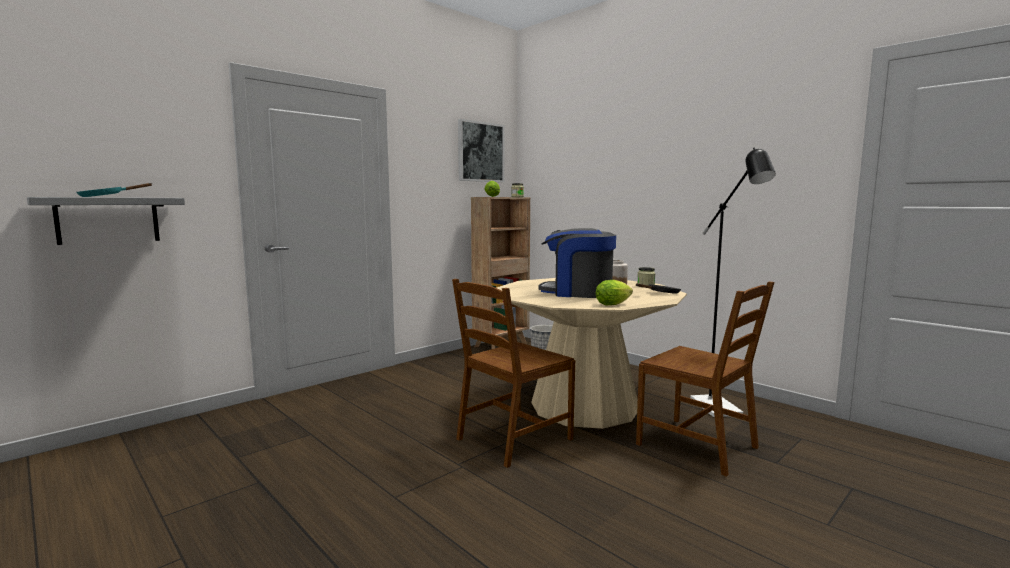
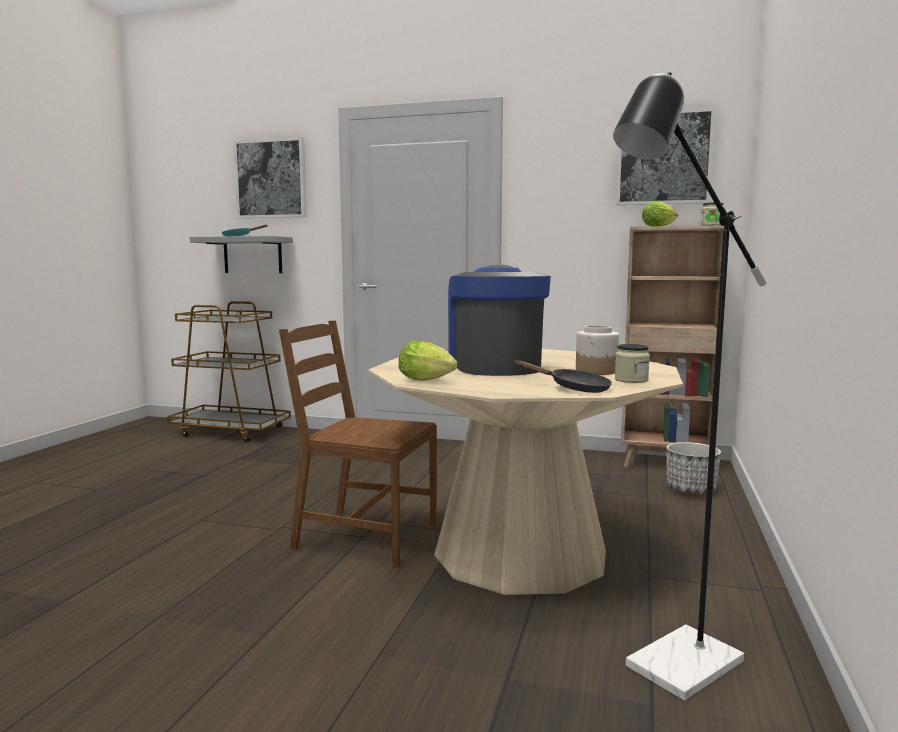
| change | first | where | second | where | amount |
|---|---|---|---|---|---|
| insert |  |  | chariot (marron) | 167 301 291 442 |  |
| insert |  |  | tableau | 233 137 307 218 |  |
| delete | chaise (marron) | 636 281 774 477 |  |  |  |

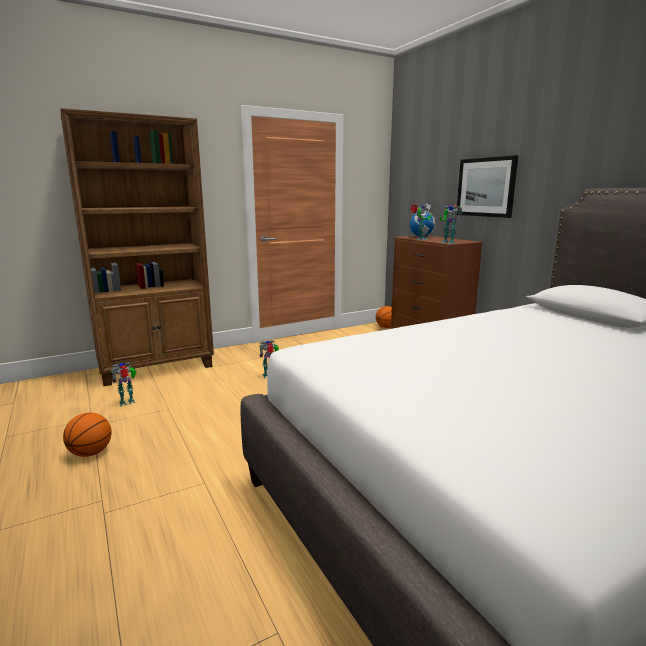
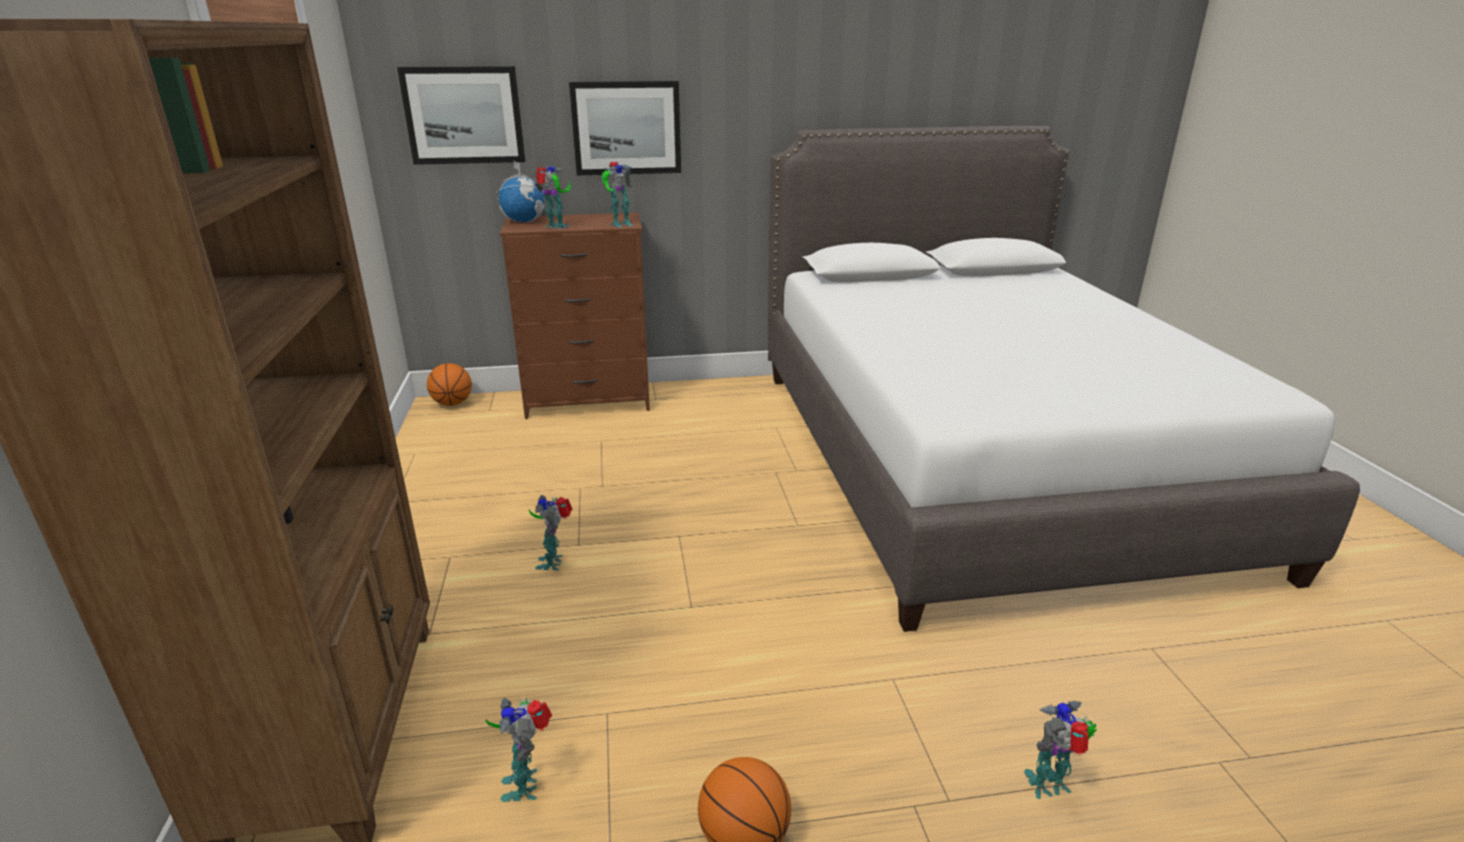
| change | first | where | second | where | amount |
|---|---|---|---|---|---|
| insert |  |  | tableau | 397 66 525 165 |  |
| insert |  |  | robot jouet | 1024 701 1097 799 |  |

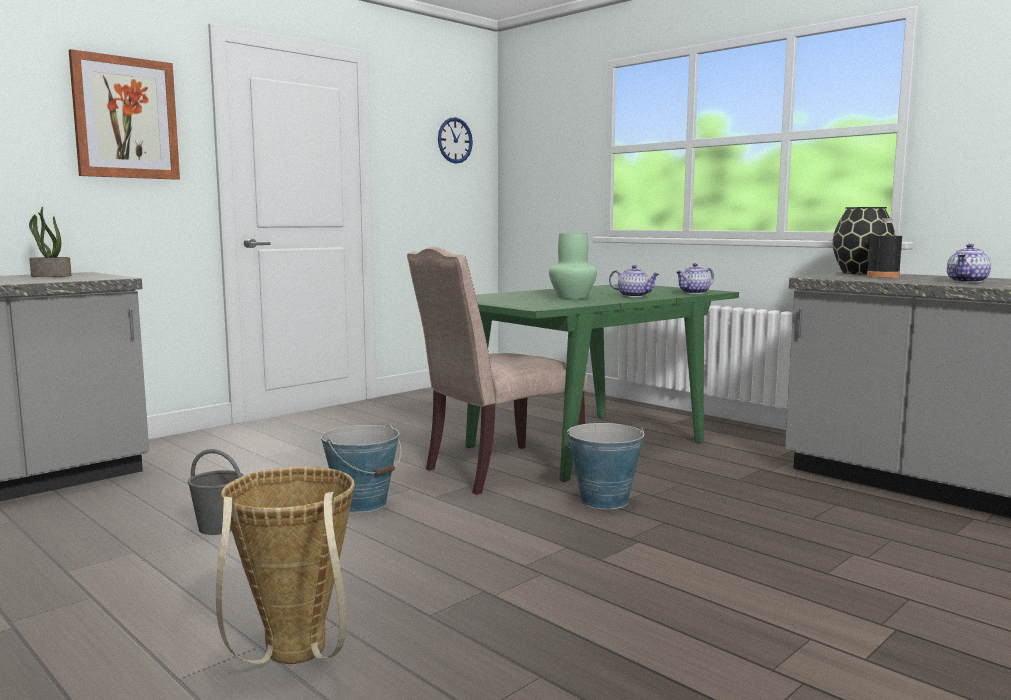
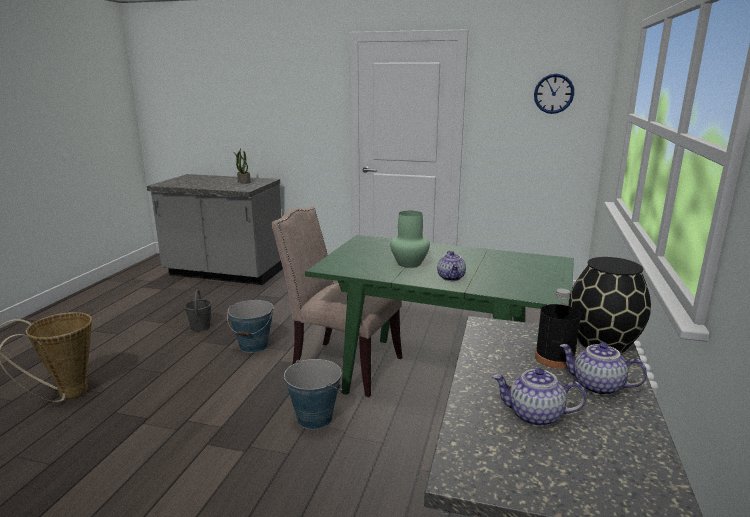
| change | first | where | second | where | amount |
|---|---|---|---|---|---|
| move | théière | 676 263 714 294 |  | 559 342 647 396 |  |
| delete | tableau | 69 49 180 180 |  |  |  |

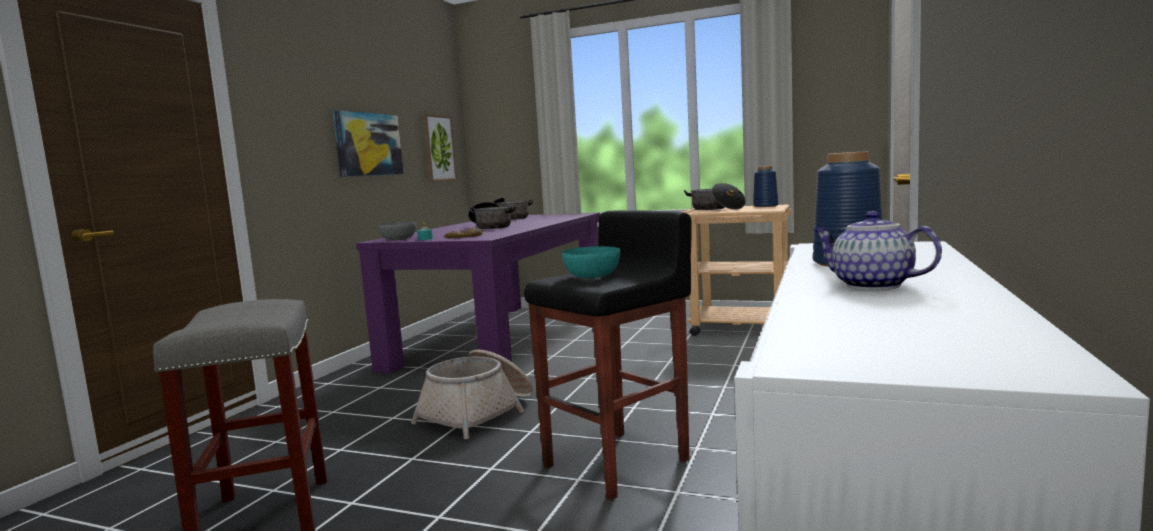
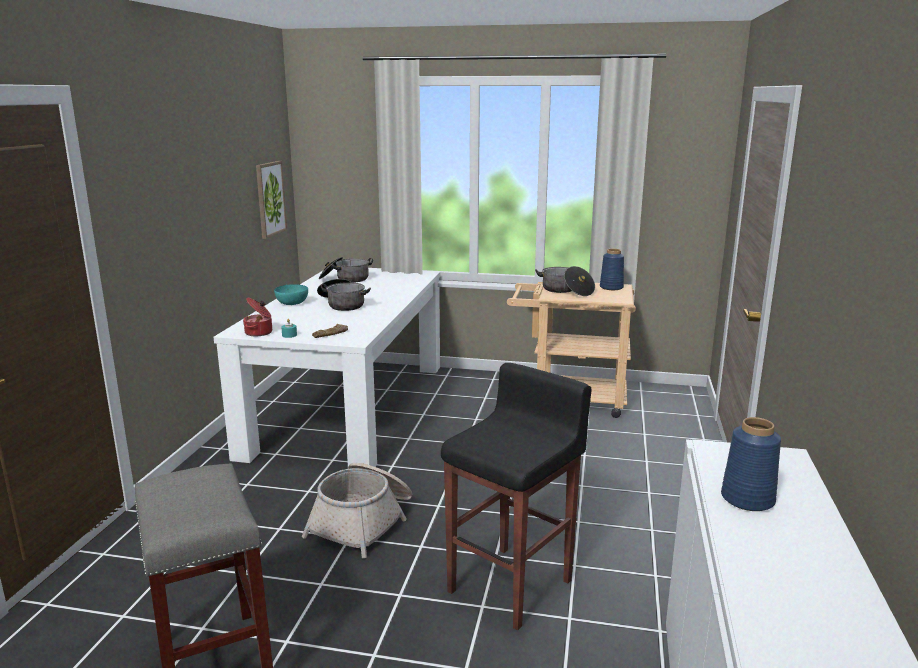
| change | first | where | second | where | amount |
|---|---|---|---|---|---|
| recolor | table à manger (violet) | 356 212 600 374 | table à manger (blanc) | 213 268 440 467 |  |
| replace | bol (gris) | 378 221 416 241 | marmite | 243 298 272 336 |  |
| move | bol (turquoise) | 562 246 620 278 |  | 274 284 308 305 |  |
| delete | tableau | 333 110 404 177 |  |  |  |
| delete | théière | 813 211 942 290 |  |  |  |

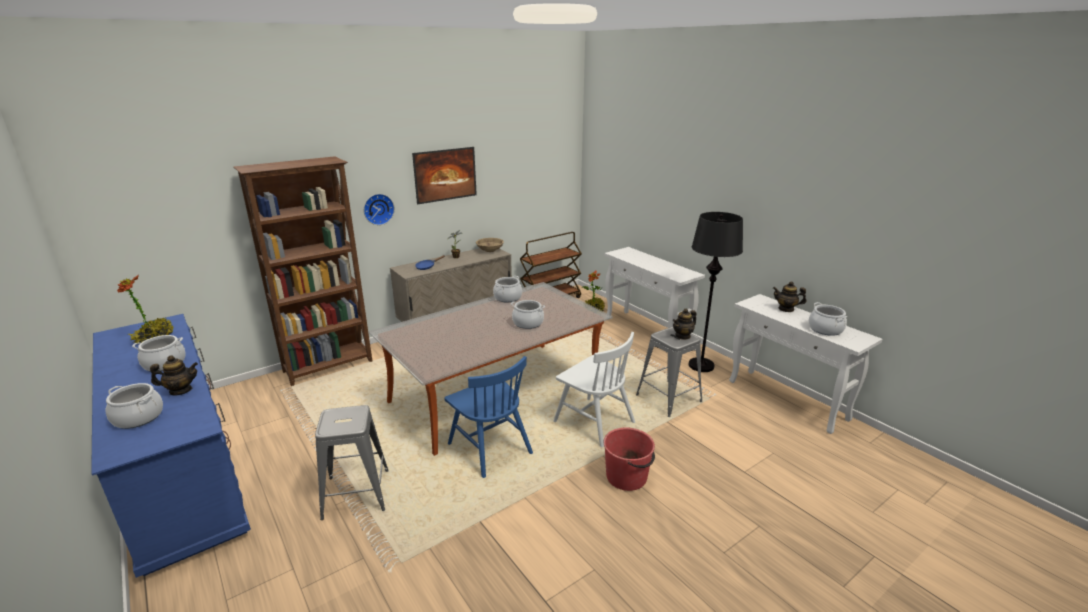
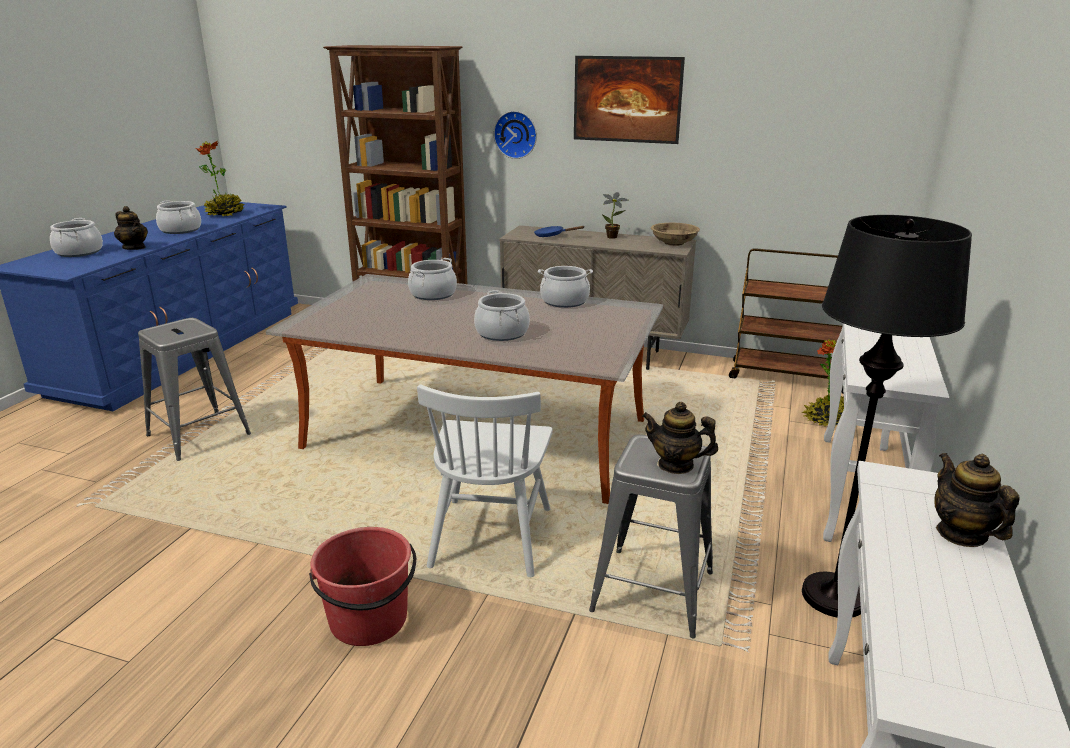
| change | first | where | second | where | amount |
|---|---|---|---|---|---|
| move | marmite | 808 302 847 336 |  | 408 258 457 300 |  |
| delete | chaise (bleu) | 444 356 533 478 |  |  |  |

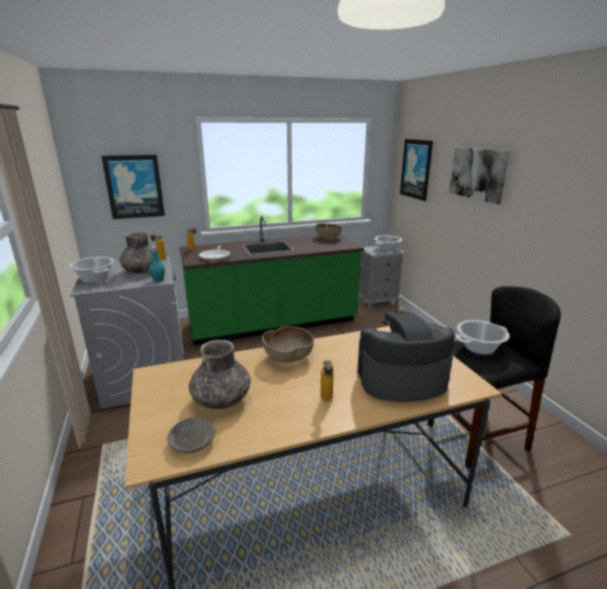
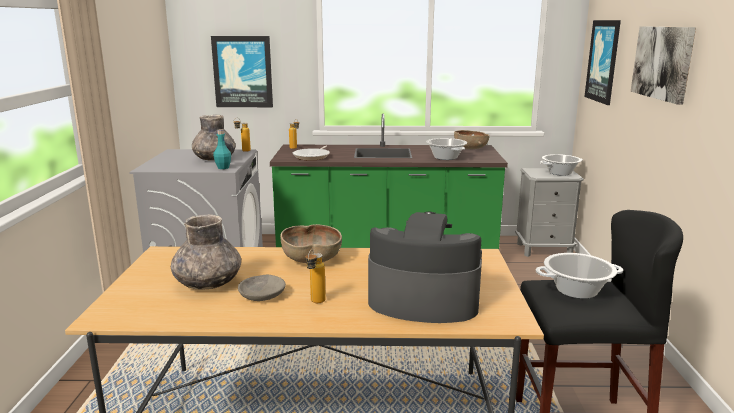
| change | first | where | second | where | amount |
|---|---|---|---|---|---|
| move | bol (gris) | 167 417 215 454 |  | 238 275 286 301 |  |
| move | marmite | 68 257 115 282 |  | 426 138 467 160 |  |

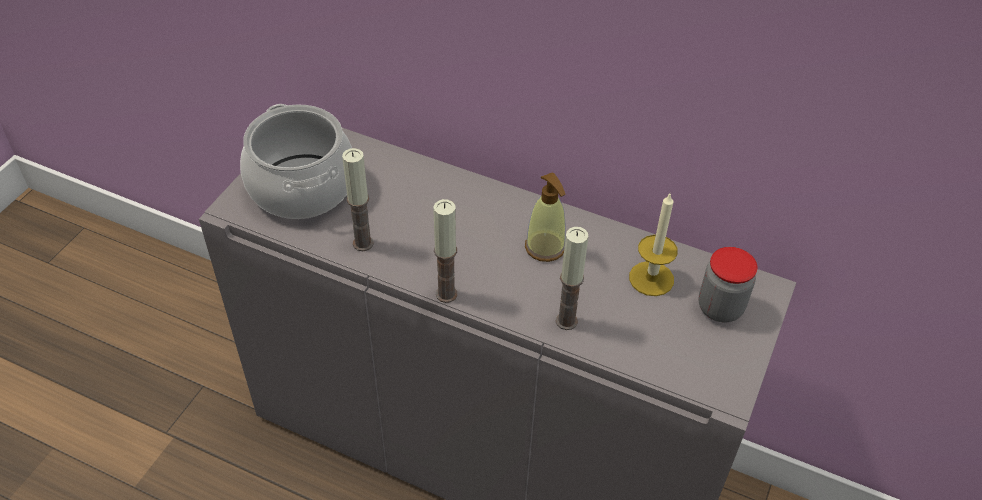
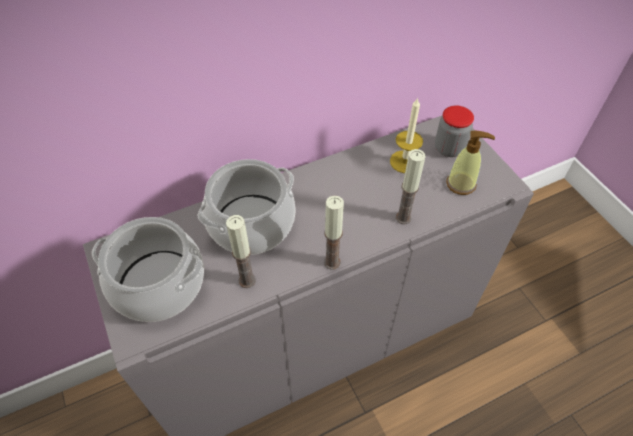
| change | first | where | second | where | amount |
|---|---|---|---|---|---|
| insert |  |  | marmite | 197 159 295 255 |  |
| move | distributeur de savon | 525 172 566 262 |  | 446 131 495 195 |  |

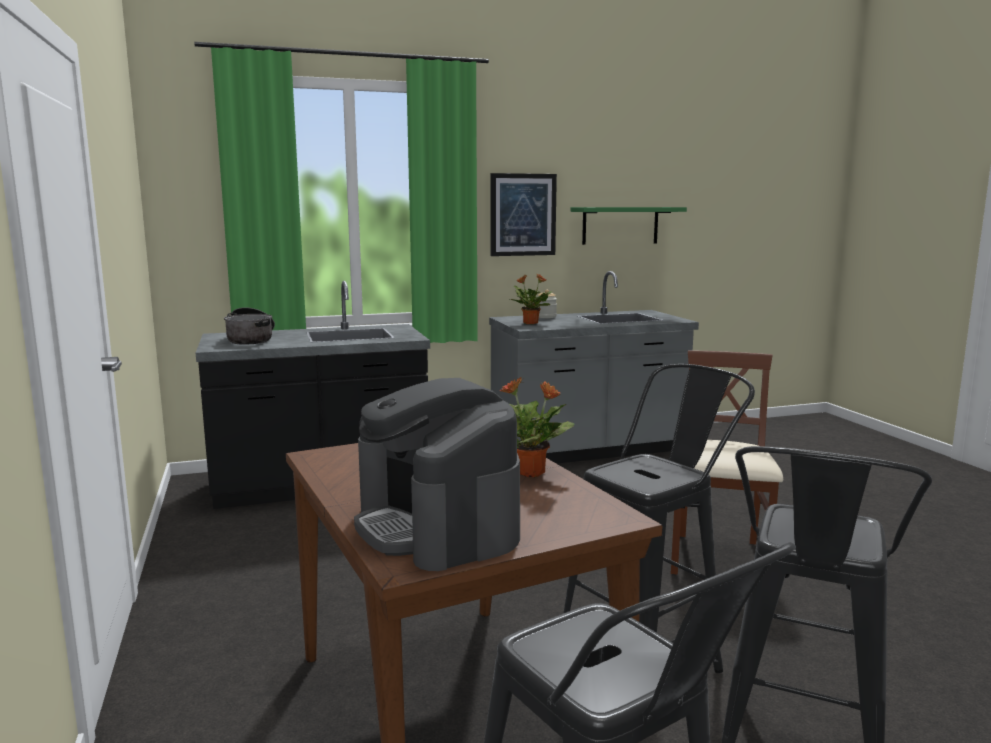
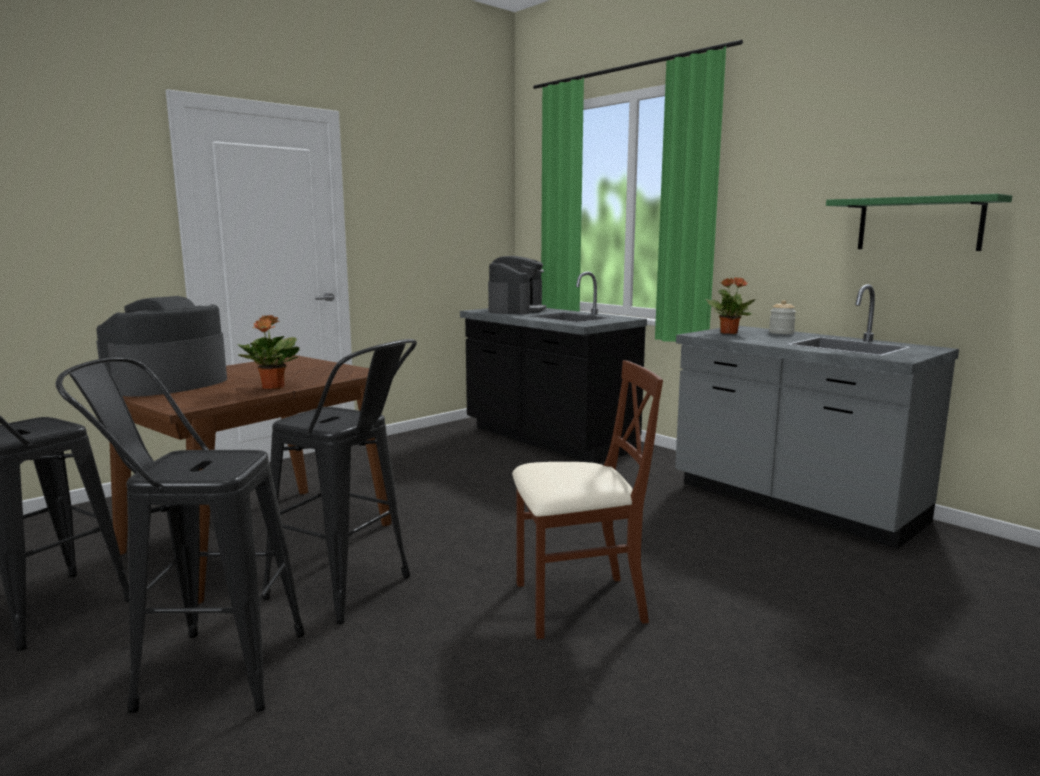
| change | first | where | second | where | amount |
|---|---|---|---|---|---|
| replace | marmite | 224 307 275 345 | machine à café | 488 256 546 314 |  |
| delete | tableau | 490 173 557 256 |  |  |  |

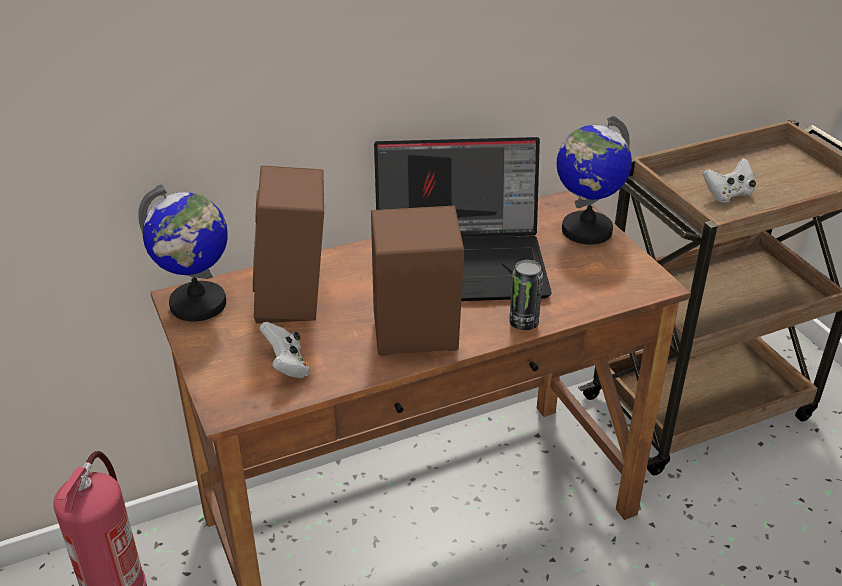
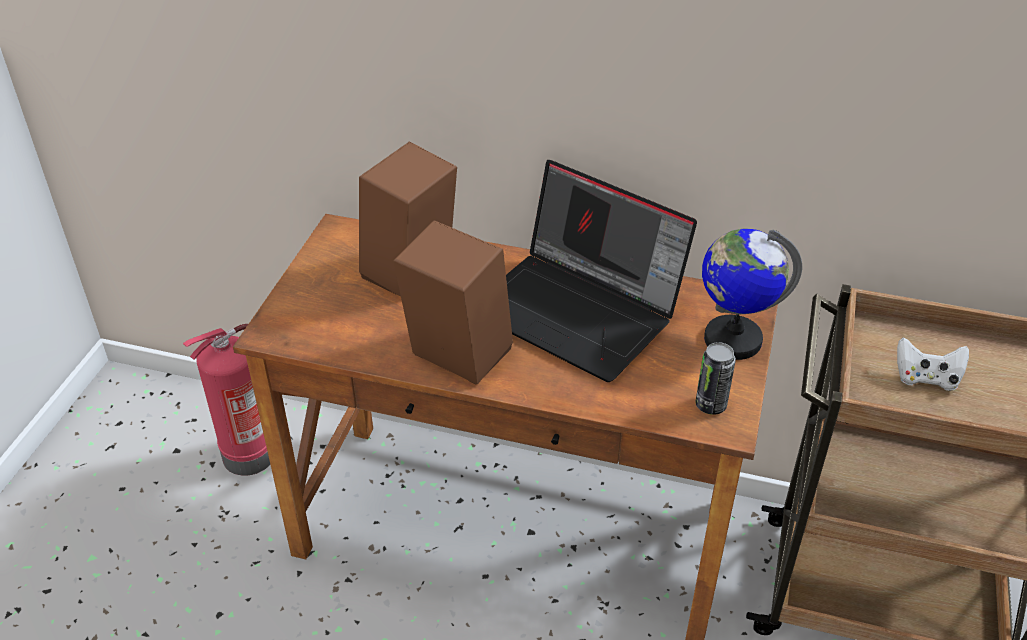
| change | first | where | second | where | amount |
|---|---|---|---|---|---|
| move | boîte métallique | 509 260 543 331 |  | 695 342 736 415 |  |
| delete | globe | 138 184 228 322 |  |  |  |
| delete | manette (blanc) | 259 322 310 378 |  |  |  |

